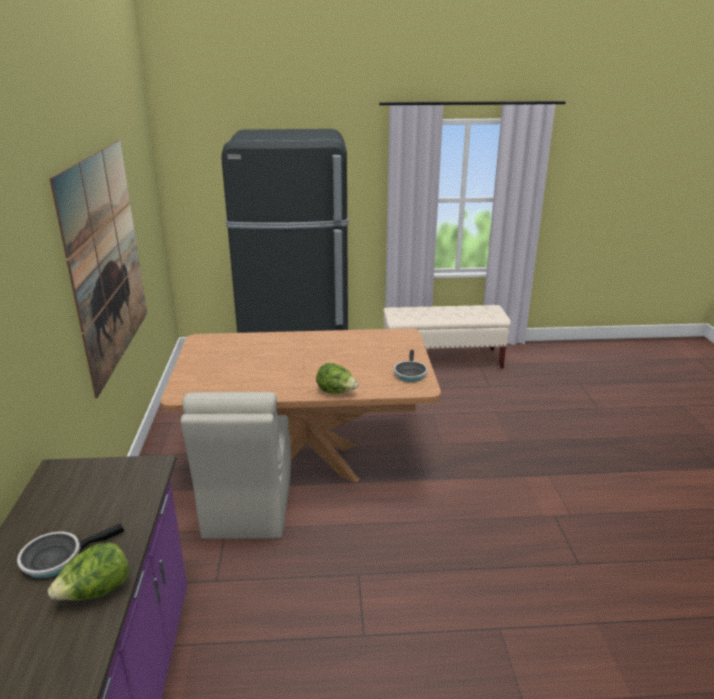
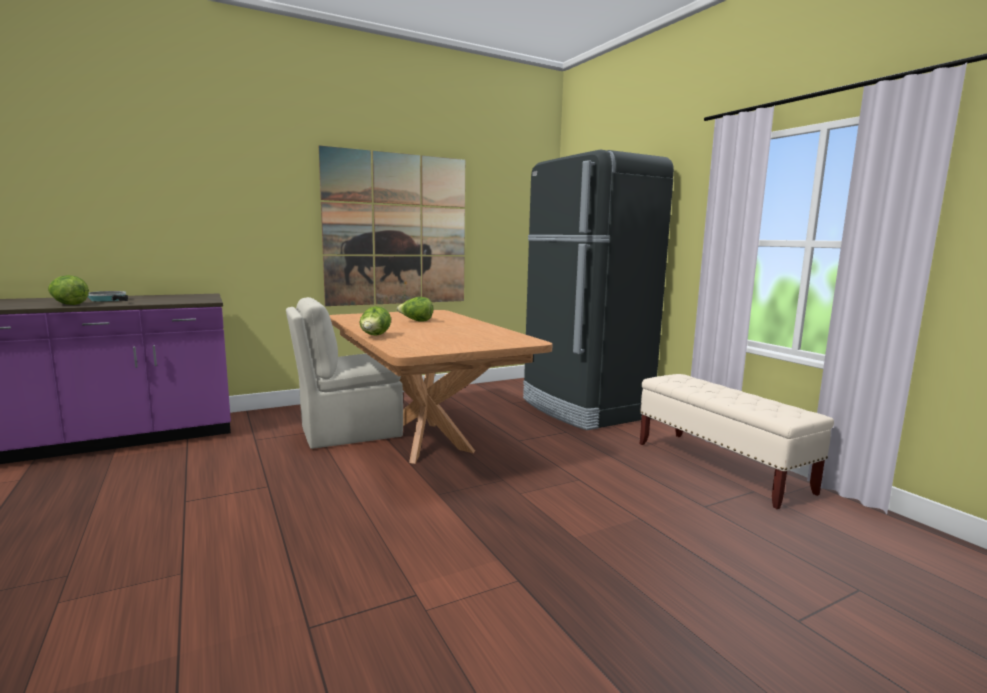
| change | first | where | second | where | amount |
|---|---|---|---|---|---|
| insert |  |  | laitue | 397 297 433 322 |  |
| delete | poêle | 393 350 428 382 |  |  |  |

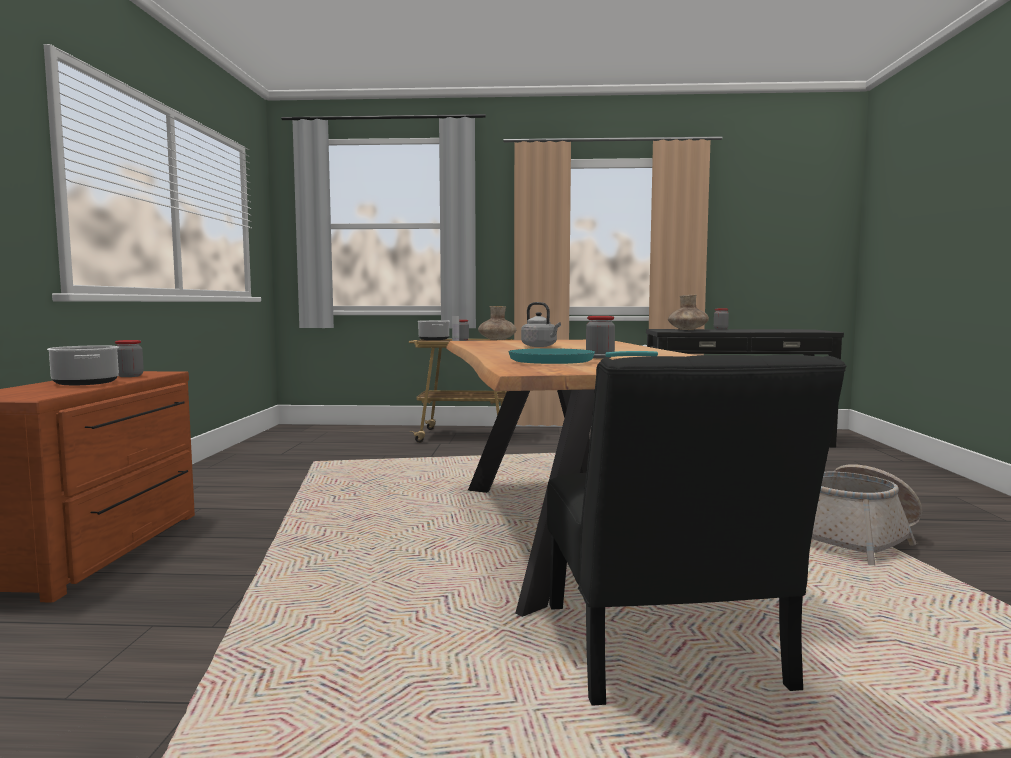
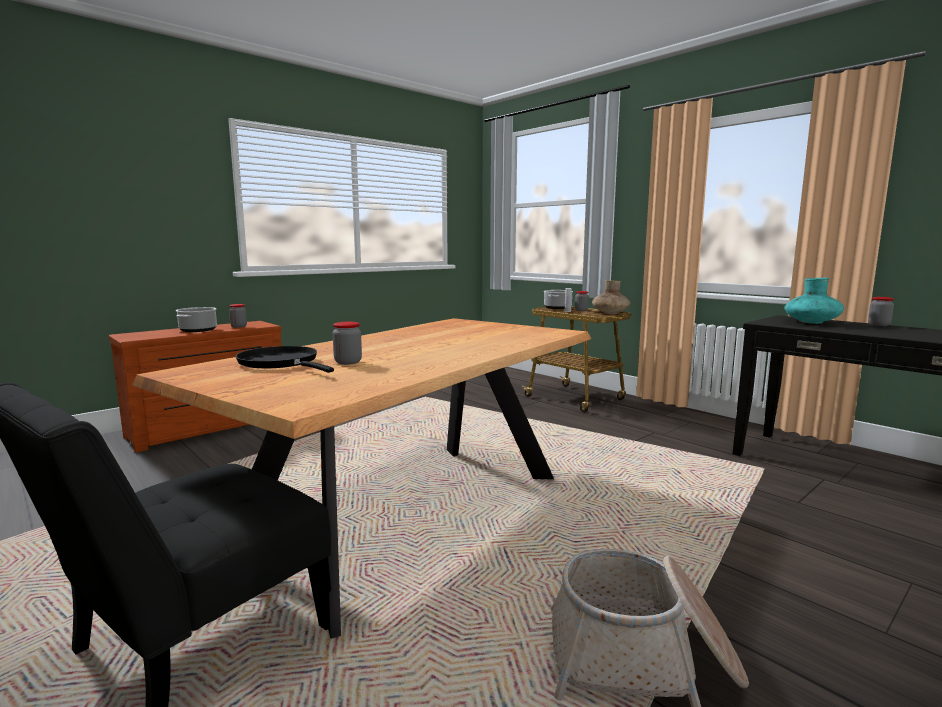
| change | first | where | second | where | amount |
|---|---|---|---|---|---|
| recolor | poêle (turquoise) | 509 348 658 364 | poêle (noir) | 236 346 334 373 |  |
| recolor | vase (marron) | 668 294 709 330 | vase (turquoise) | 784 278 844 324 |  |
| delete | bouilloire (gris) | 521 302 561 347 |  |  |  |

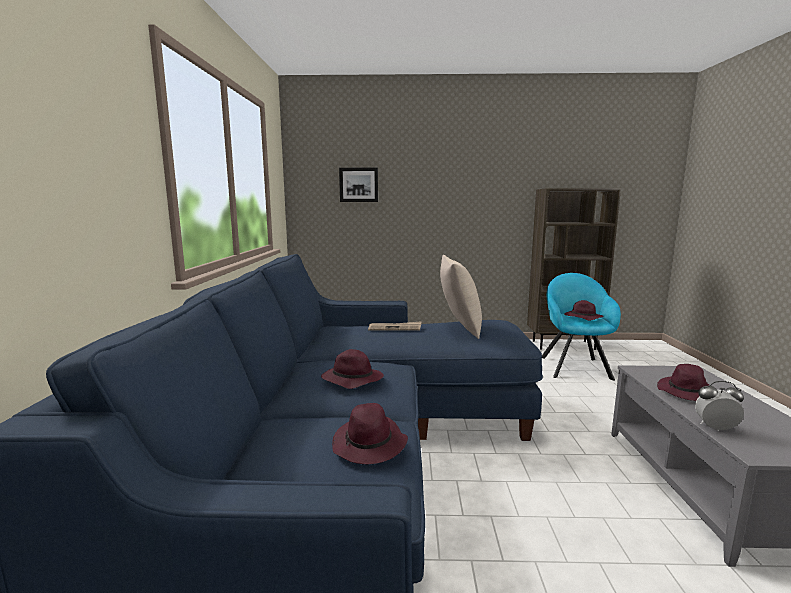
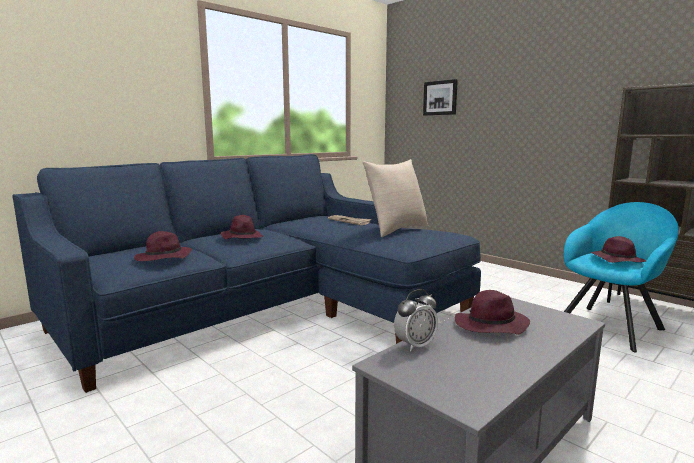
| change | first | where | second | where | amount |
|---|---|---|---|---|---|
| rotate | réveil | 695 381 744 431 |  | 394 289 438 351 | 90 degrees clockwise |

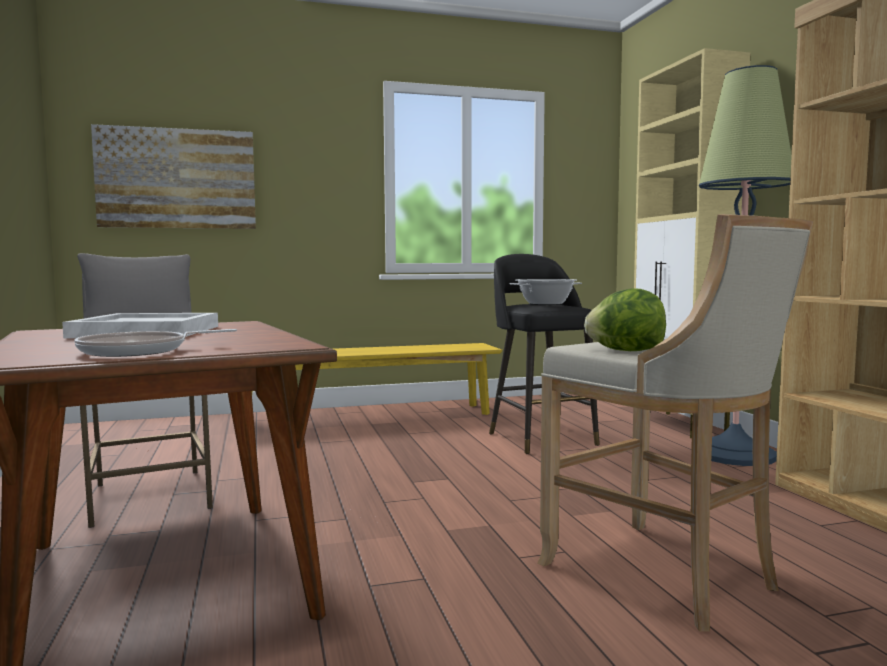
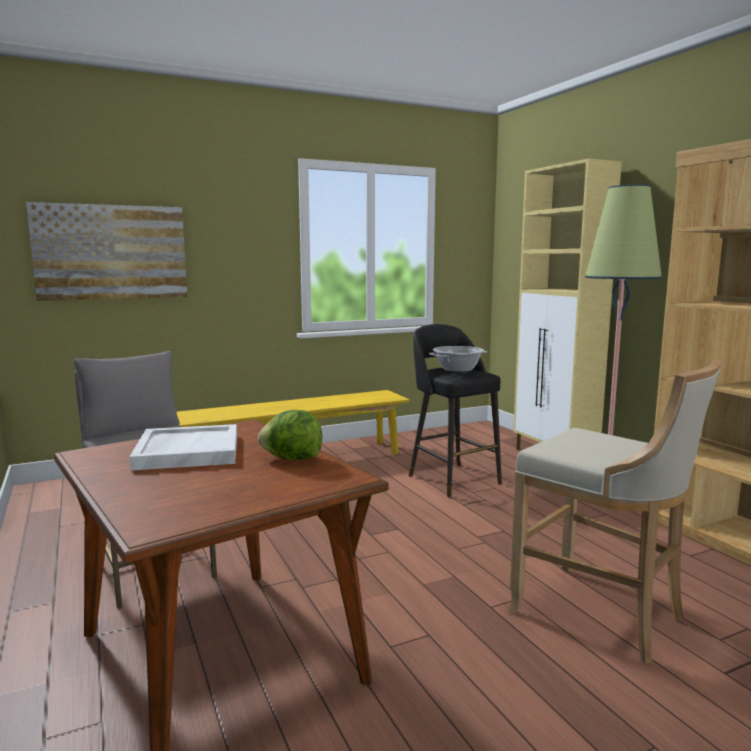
| change | first | where | second | where | amount |
|---|---|---|---|---|---|
| move | laitue | 584 288 666 351 |  | 258 410 322 460 |  |
| delete | poêle | 74 329 237 357 |  |  |  |

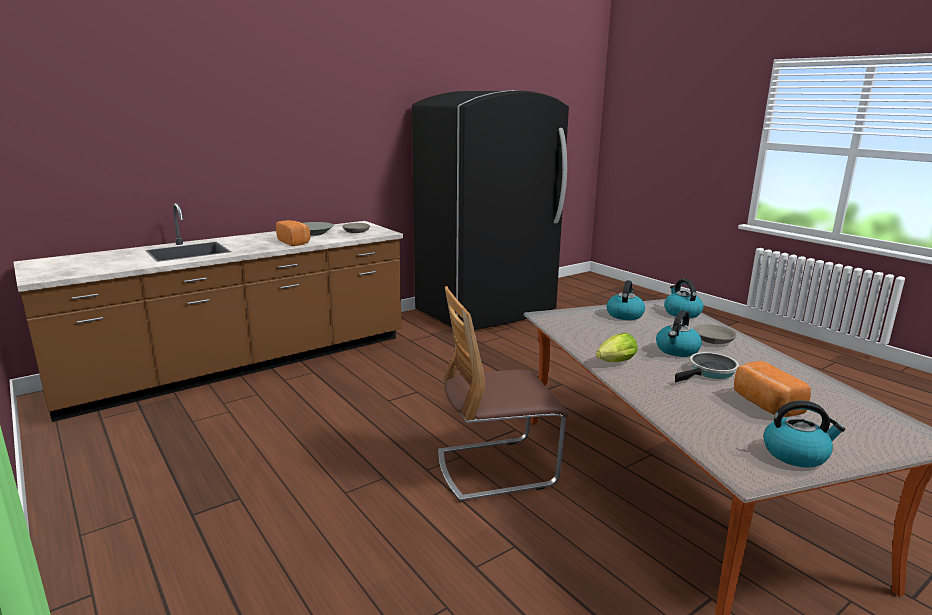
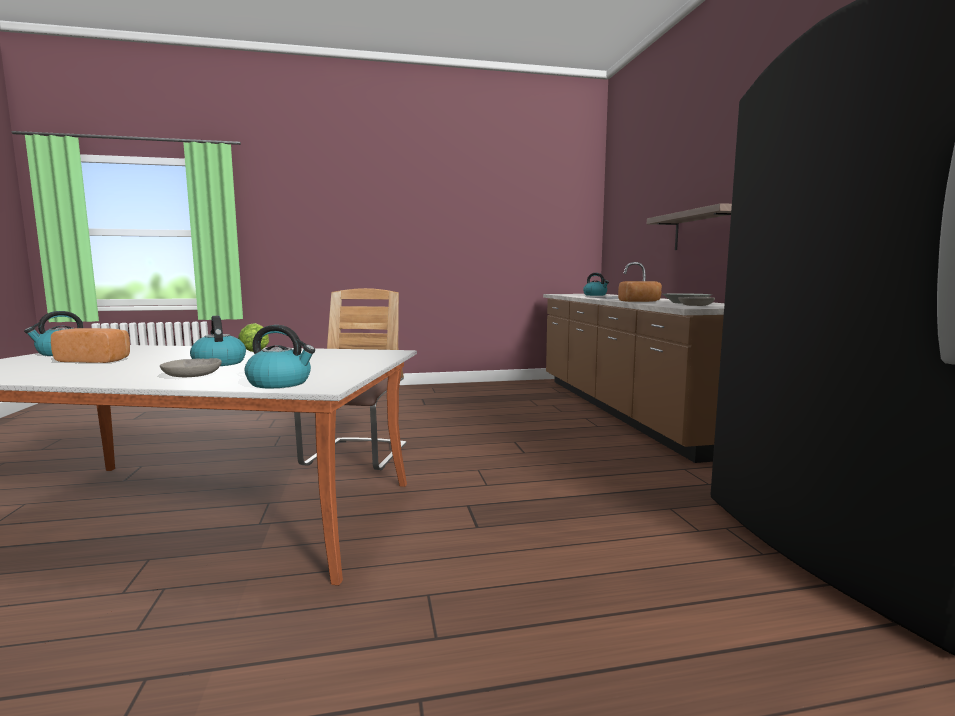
| change | first | where | second | where | amount |
|---|---|---|---|---|---|
| move | bouilloire | 607 280 645 320 |  | 583 273 609 296 |  |
| insert |  |  | étagère | 647 203 732 250 |  |
| delete | poêle | 675 352 739 382 |  |  |  |

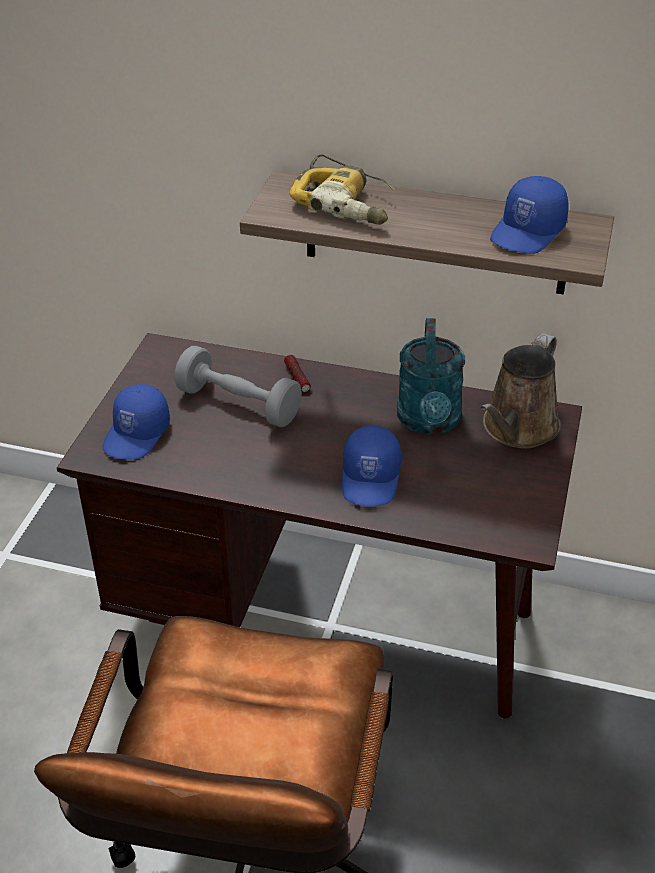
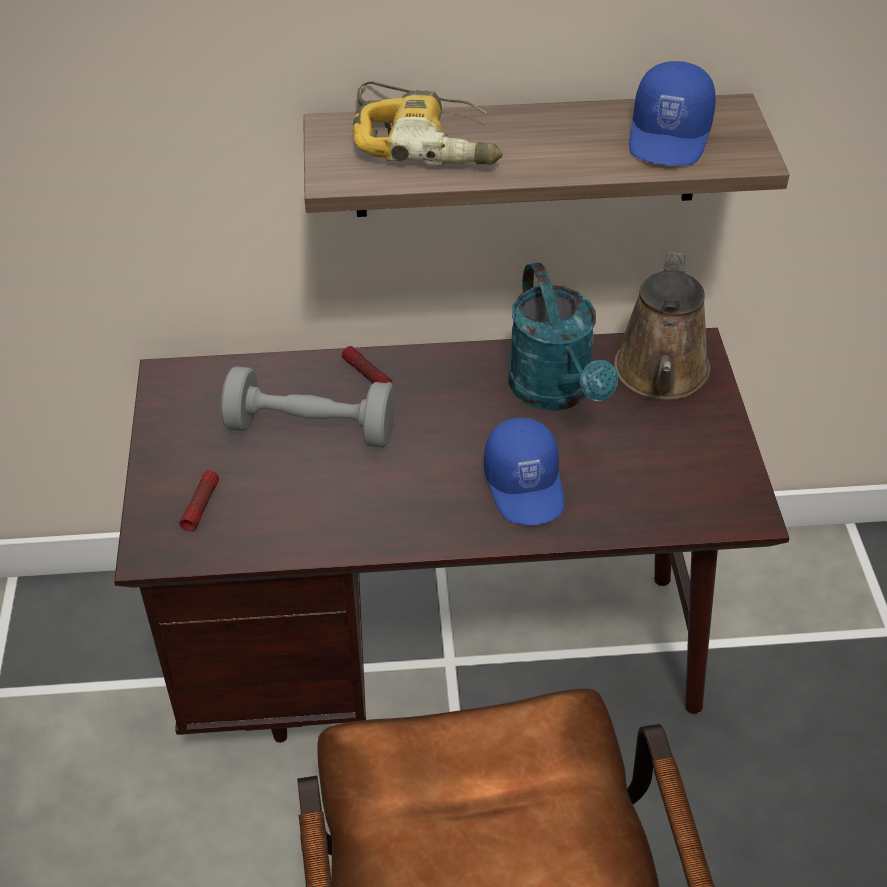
| change | first | where | second | where | amount |
|---|---|---|---|---|---|
| replace | casquette (bleu) | 102 384 170 460 | lampe de poche | 180 470 219 531 |  |

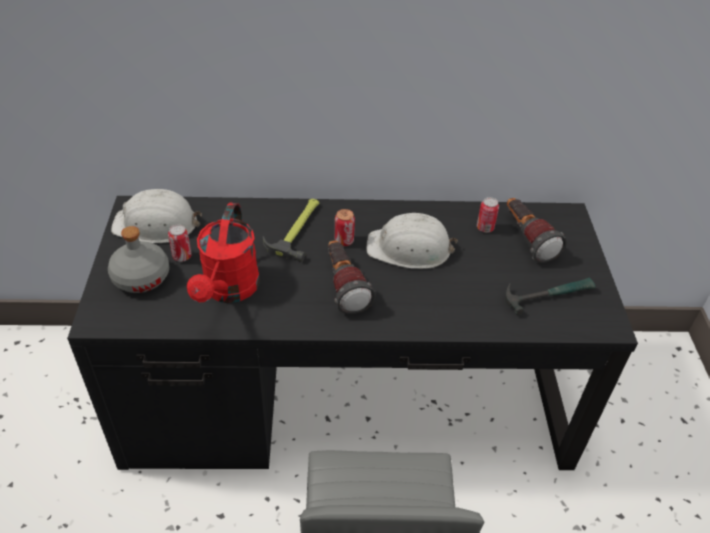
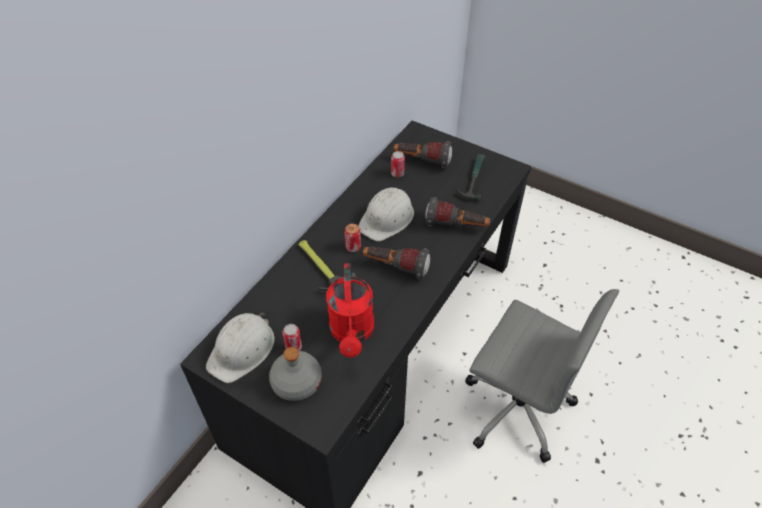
| change | first | where | second | where | amount |
|---|---|---|---|---|---|
| rotate | arrosoir (rouge) | 187 203 260 303 |  | 326 263 374 358 | 45 degrees clockwise |
| insert |  |  | lampe de poche | 425 197 490 227 |  |

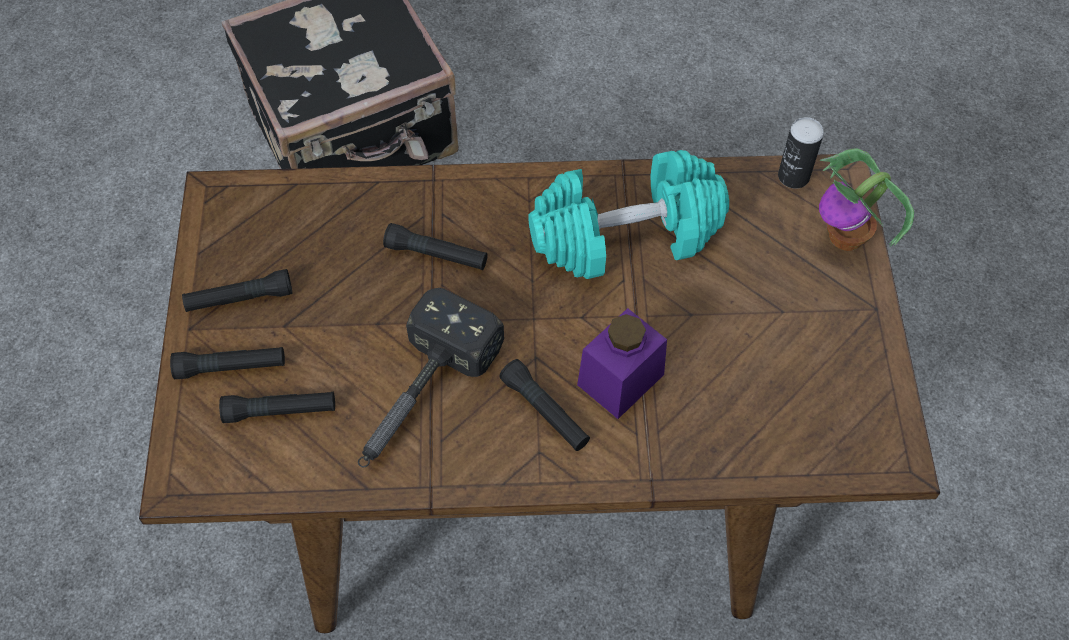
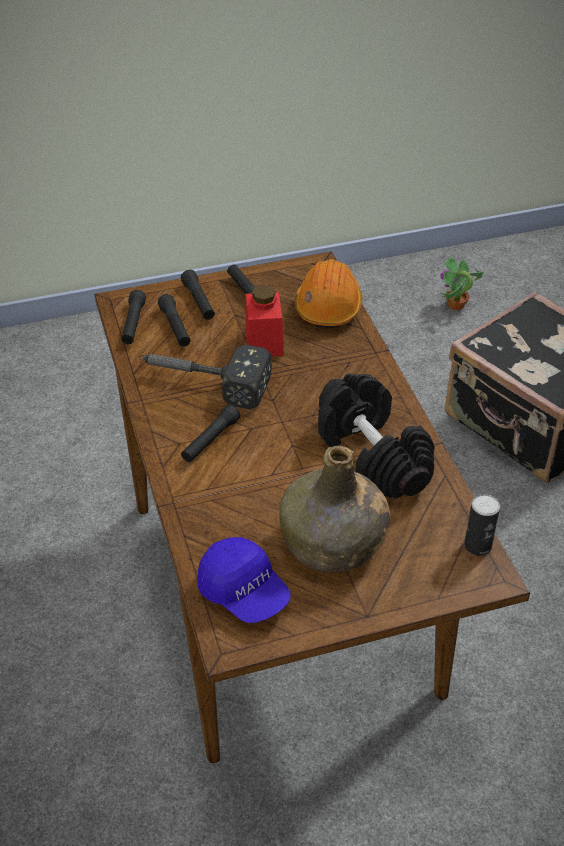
| change | first | where | second | where | amount |
|---|---|---|---|---|---|
| move | lampe de poche (noir) | 383 223 488 270 |  | 121 290 146 344 |  |
| insert |  |  | casquette (bleu) | 198 537 291 623 |  |
| insert |  |  | bocal (rouge) | 245 285 284 356 |  |
| insert |  |  | bouteille (vert) | 279 446 390 572 |  |
| insert |  |  | casque de chantier (orange) | 295 259 363 328 |  |
| recolor | haltère (turquoise) | 528 150 729 279 | haltère (noir) | 318 373 435 499 |  |
| move | plante en pot | 819 148 914 251 |  | 439 258 484 310 |  |
| delete | bocal (violet) | 577 308 667 419 |  |  |  |

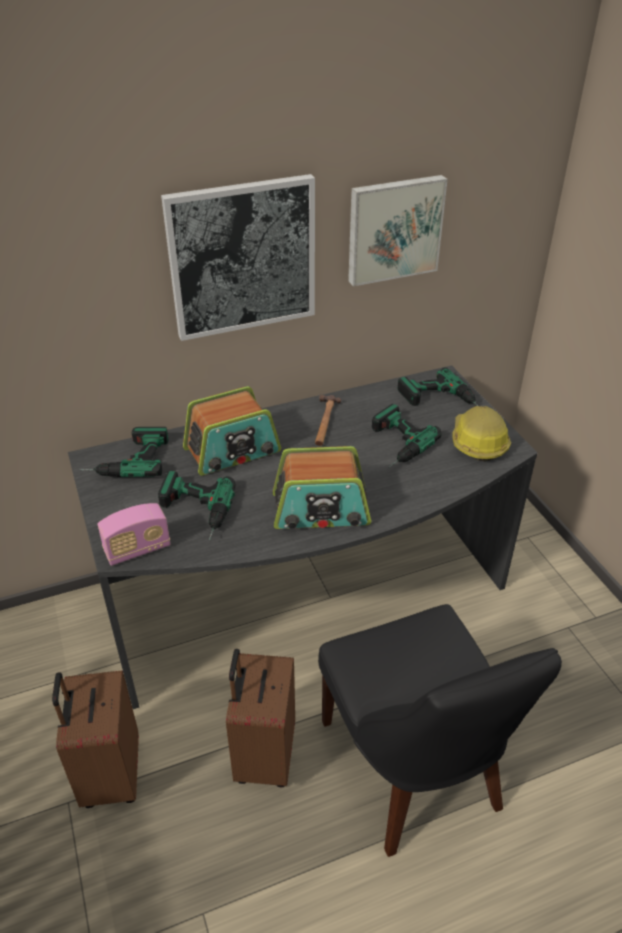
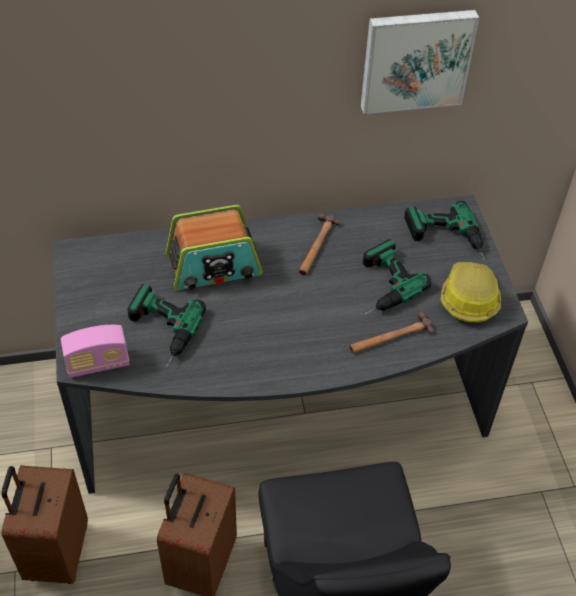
| change | first | where | second | where | amount |
|---|---|---|---|---|---|
| insert |  |  | marteau | 350 311 434 353 |  |
| delete | perceuse | 79 427 169 477 |  |  |  |
| delete | tableau | 161 174 315 341 |  |  |  |
| delete | radio | 273 446 371 529 |  |  |  |

